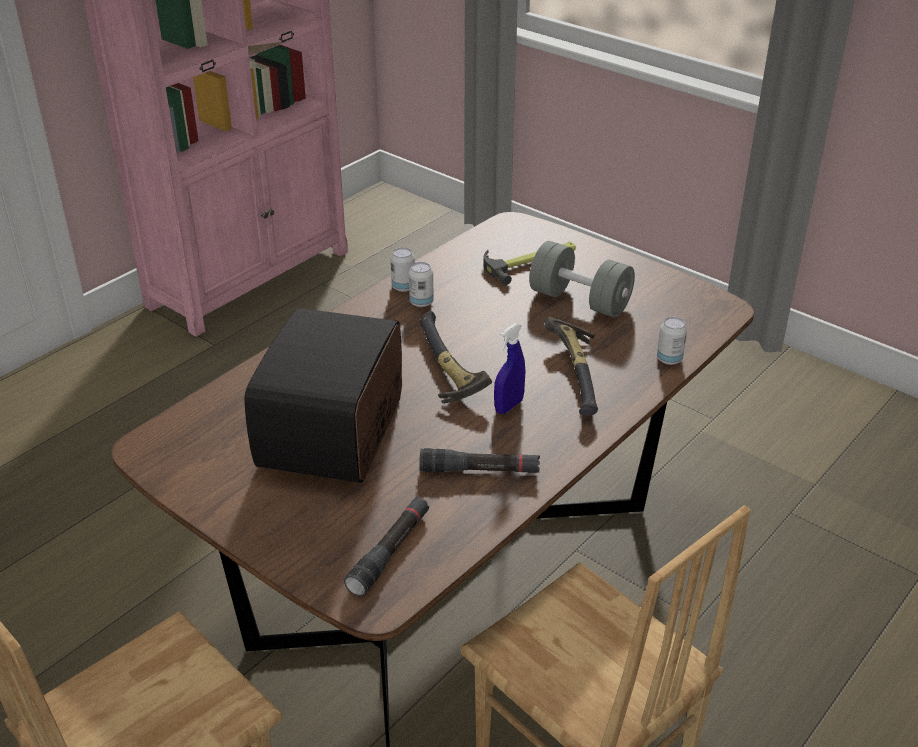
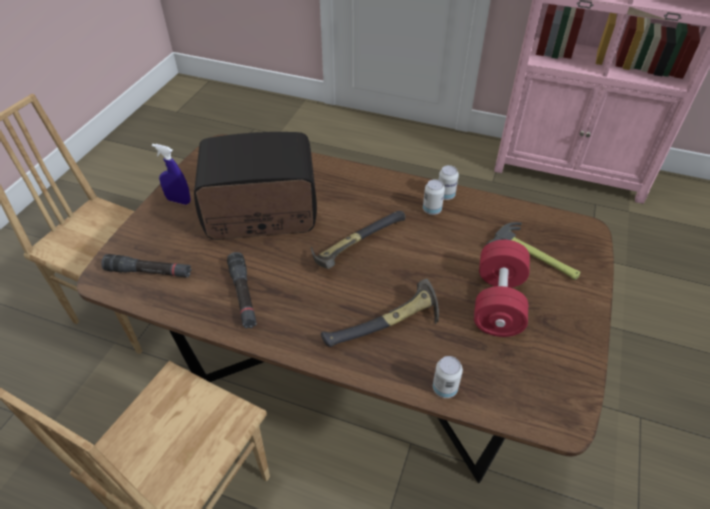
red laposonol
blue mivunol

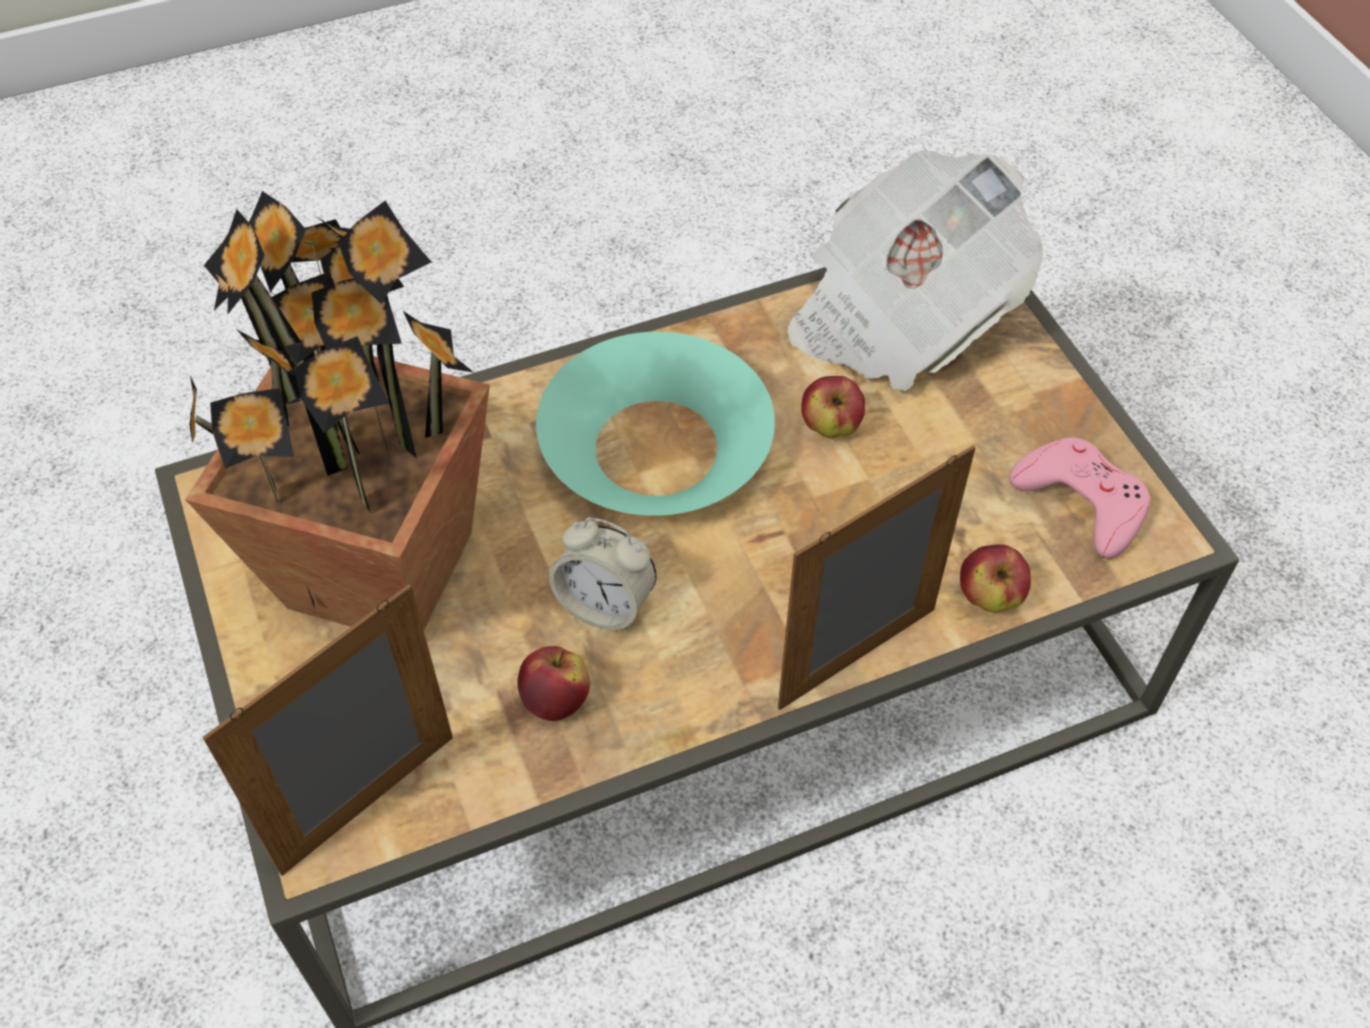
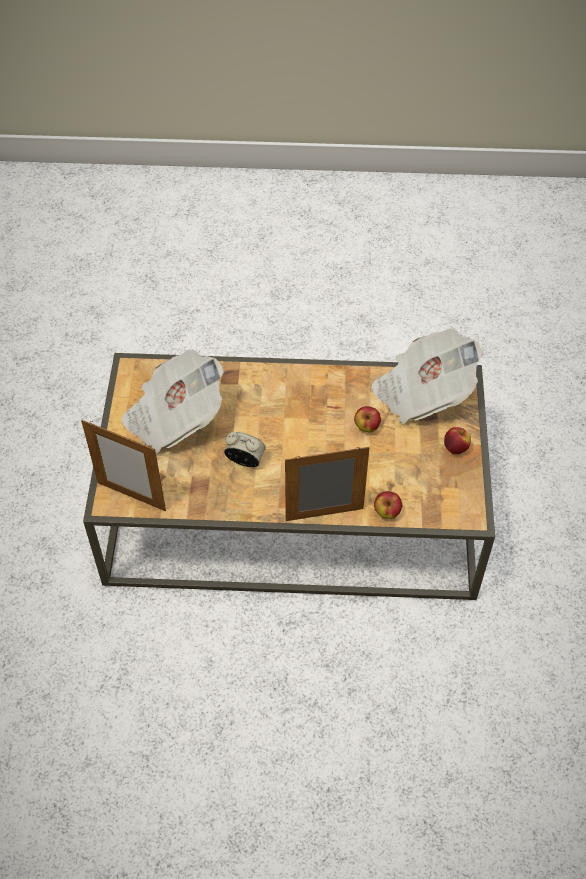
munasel (1st from left)
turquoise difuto
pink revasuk
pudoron
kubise (1st from left)
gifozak (3rd from left)

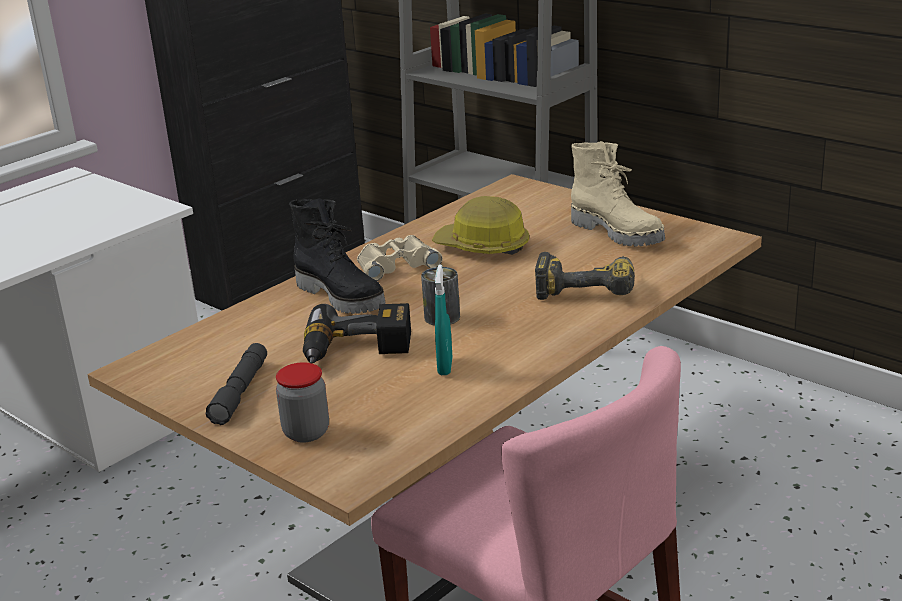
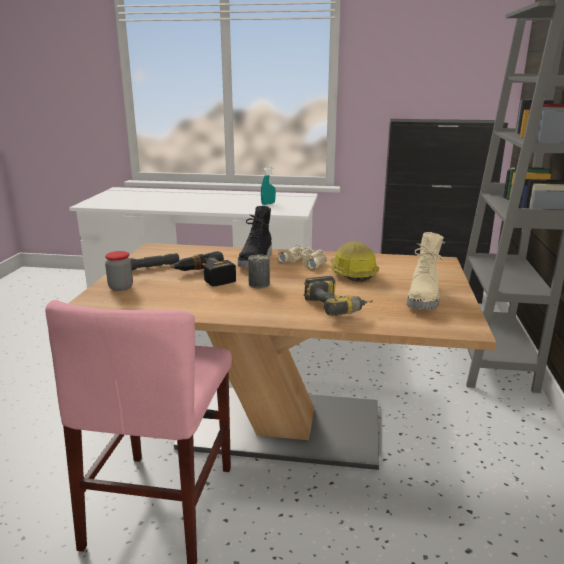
turquoise mivunol

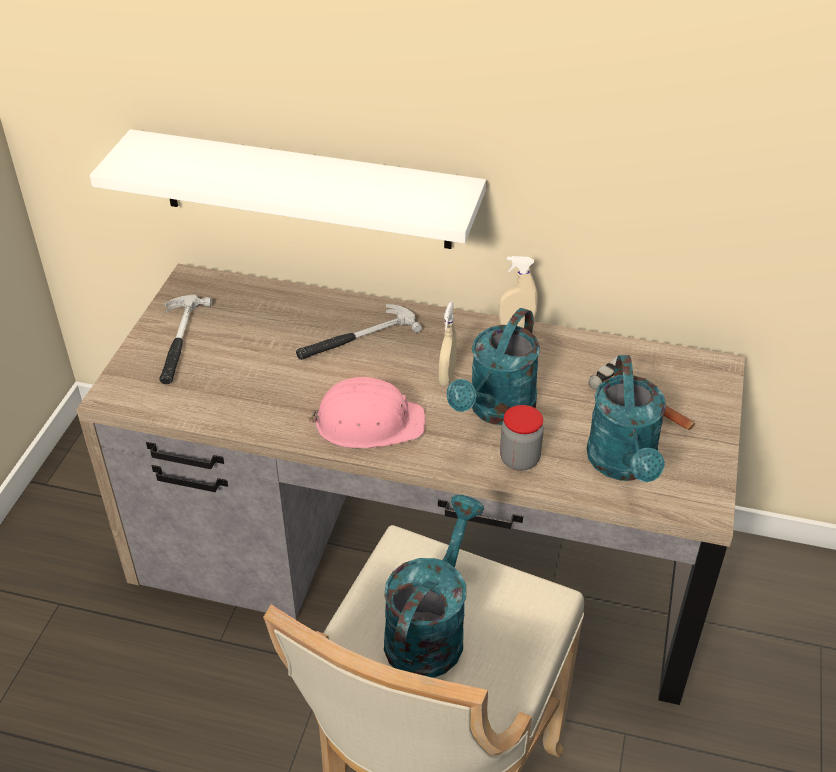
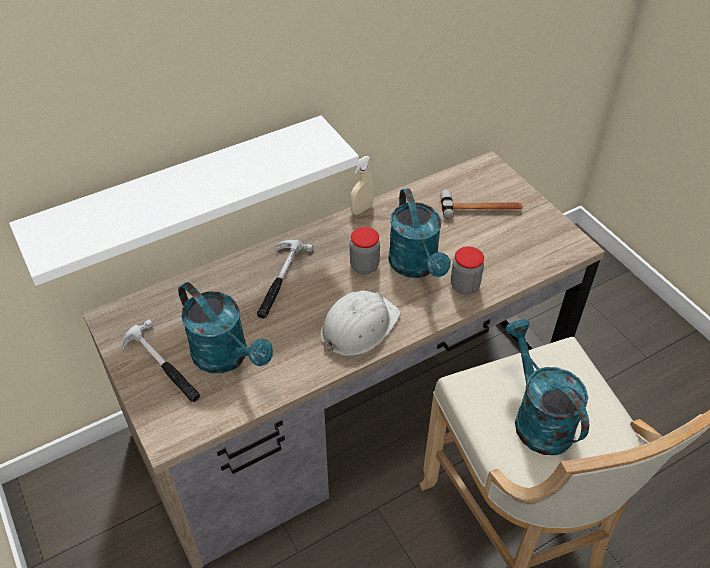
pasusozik (1st from left)
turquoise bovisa (1st from left)
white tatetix

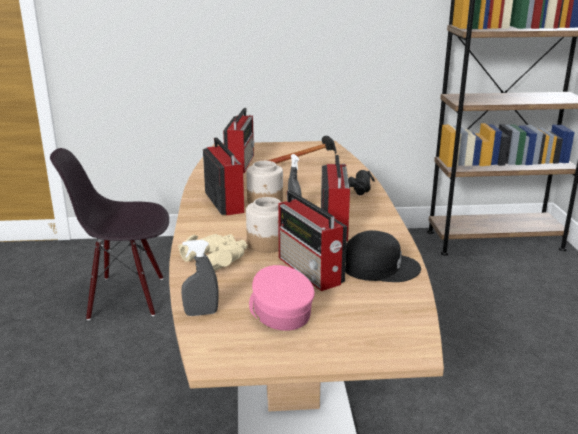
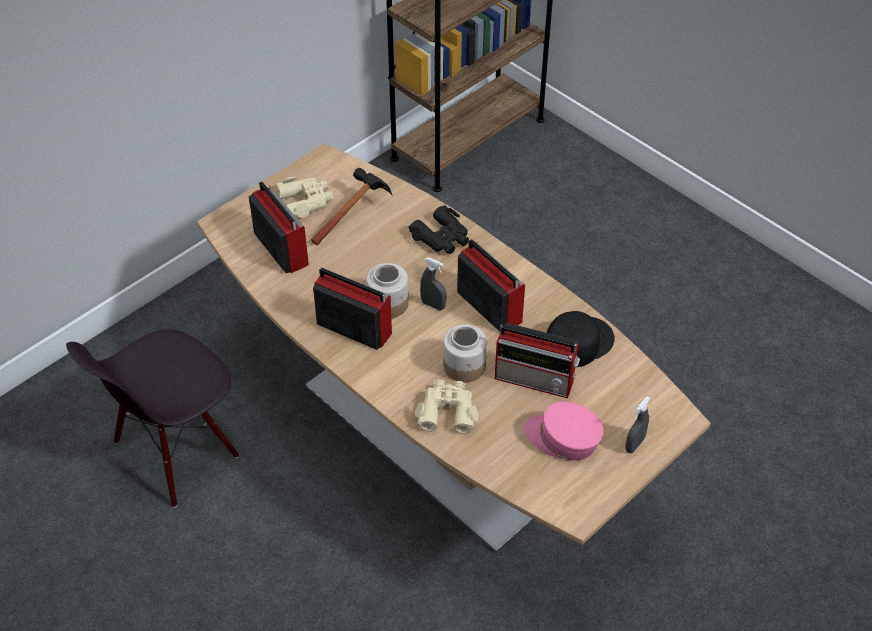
grey mivunol (2nd from left)
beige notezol (1st from left)

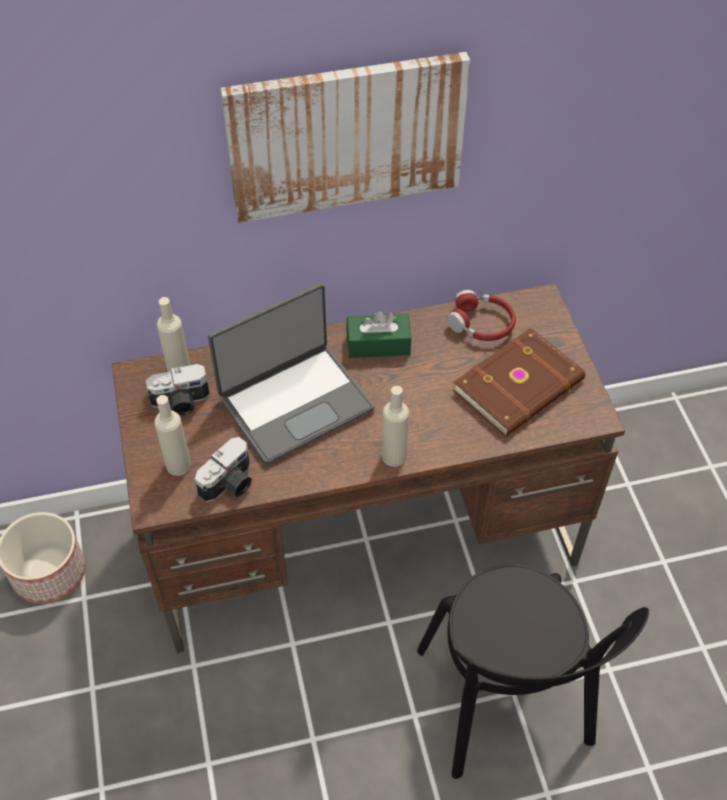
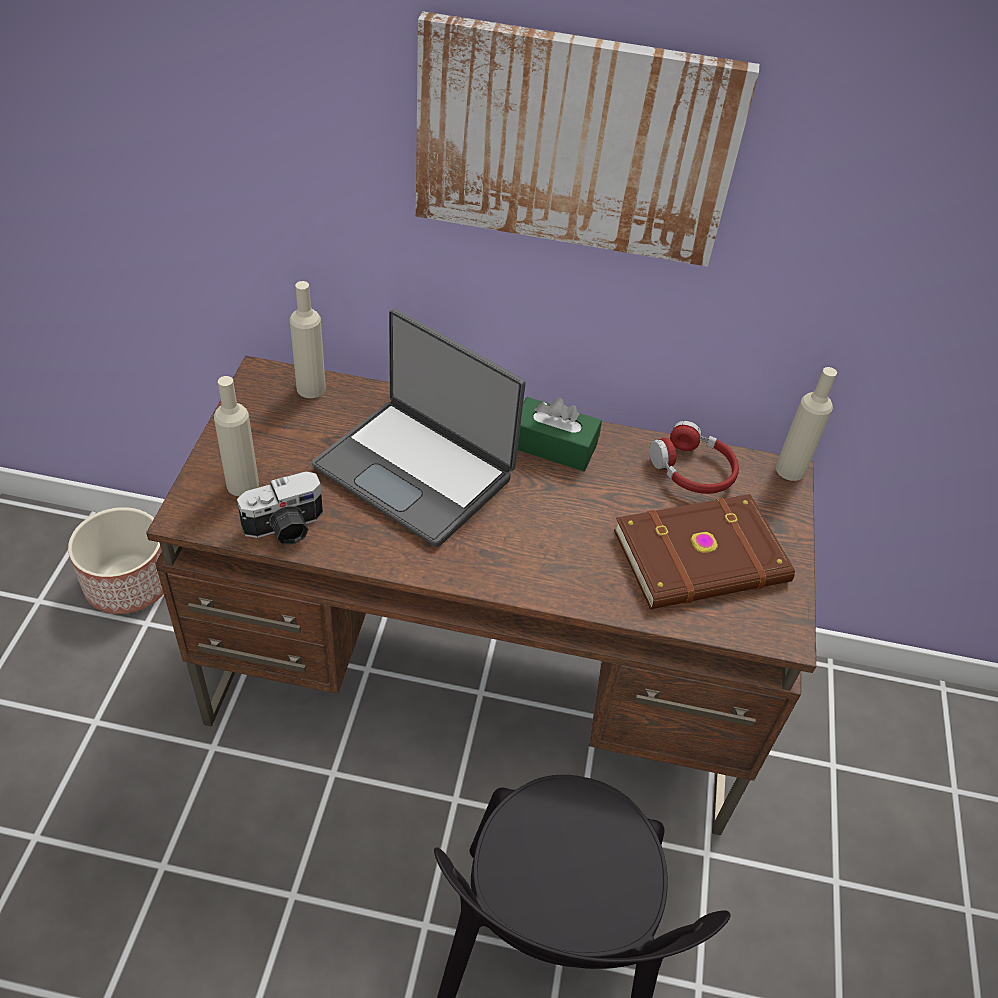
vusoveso
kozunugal (1st from left in the first image)
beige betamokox (3rd from left)

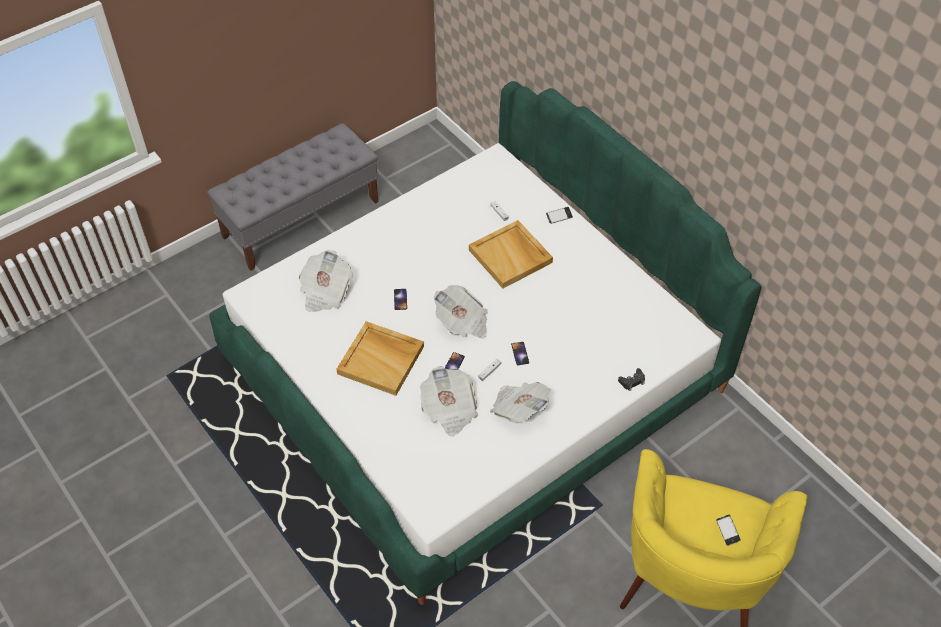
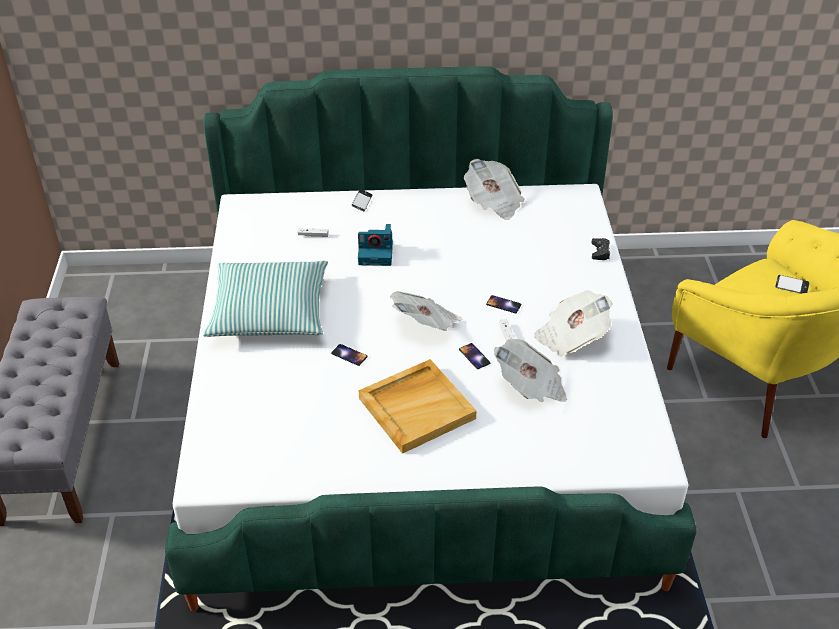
kozunugal
munasel (2nd from left)
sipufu

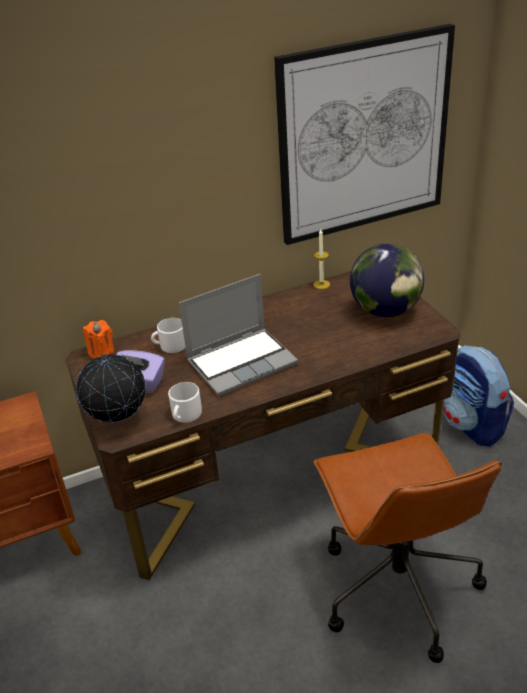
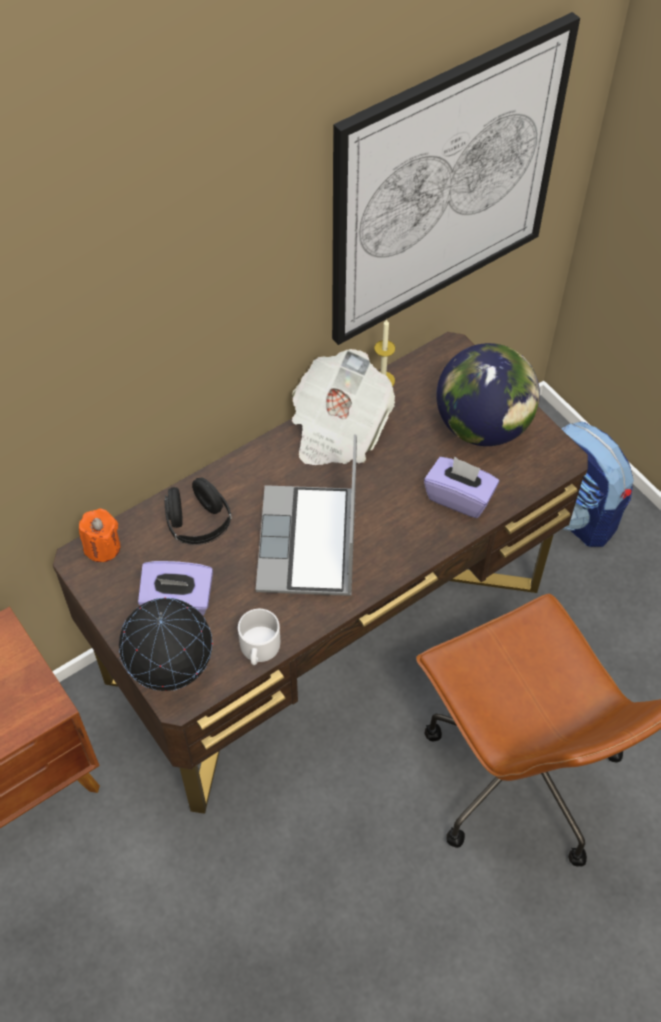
vusoveso
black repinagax
munasel
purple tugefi (2nd from left)

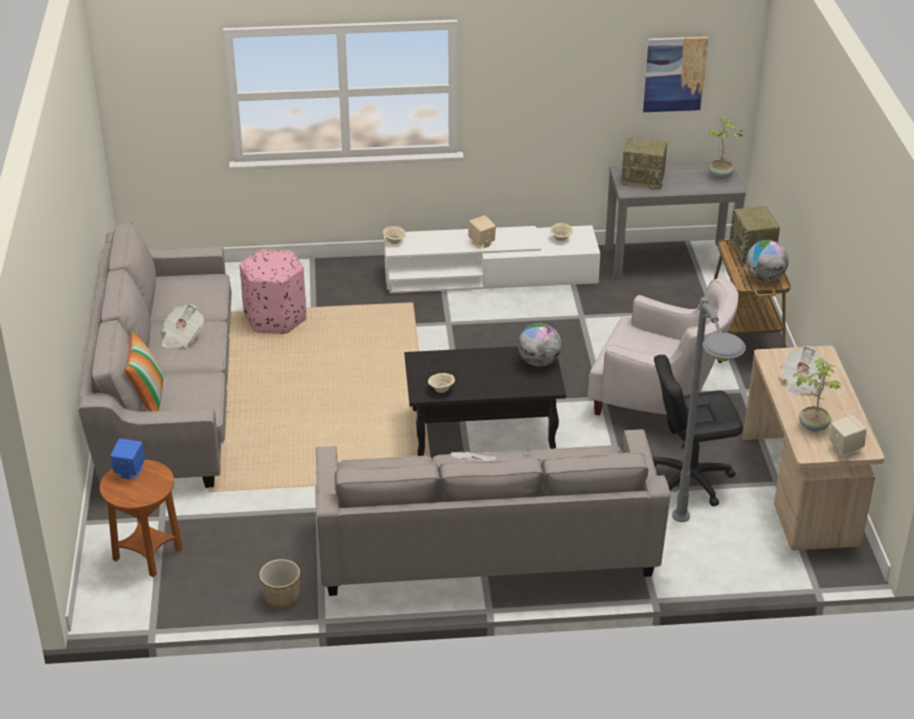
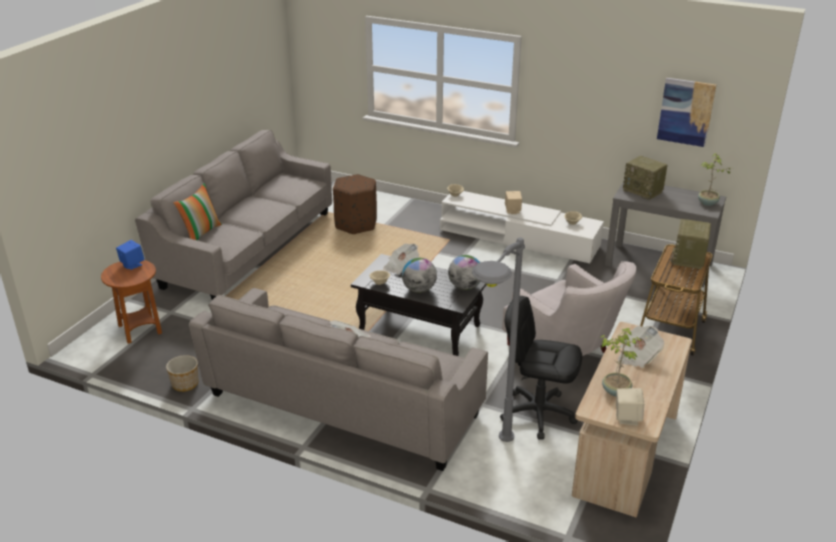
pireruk (1st from left)
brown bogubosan
munasel (2nd from left)

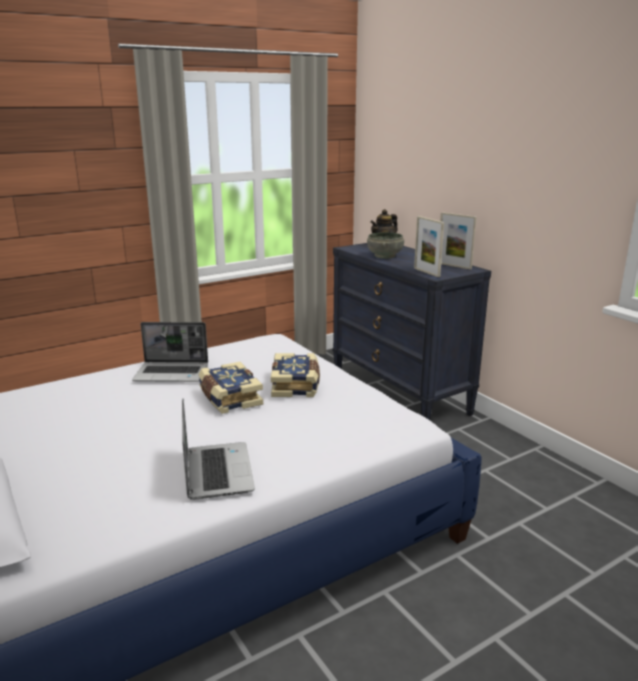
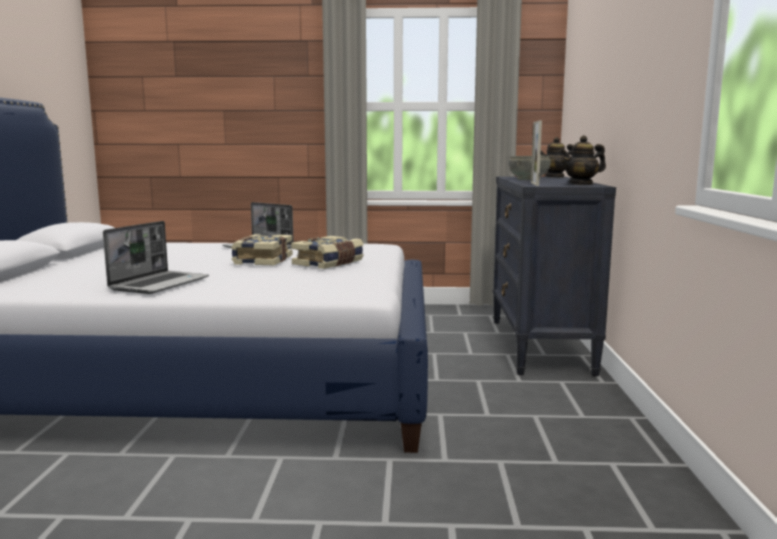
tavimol (2nd from left)

